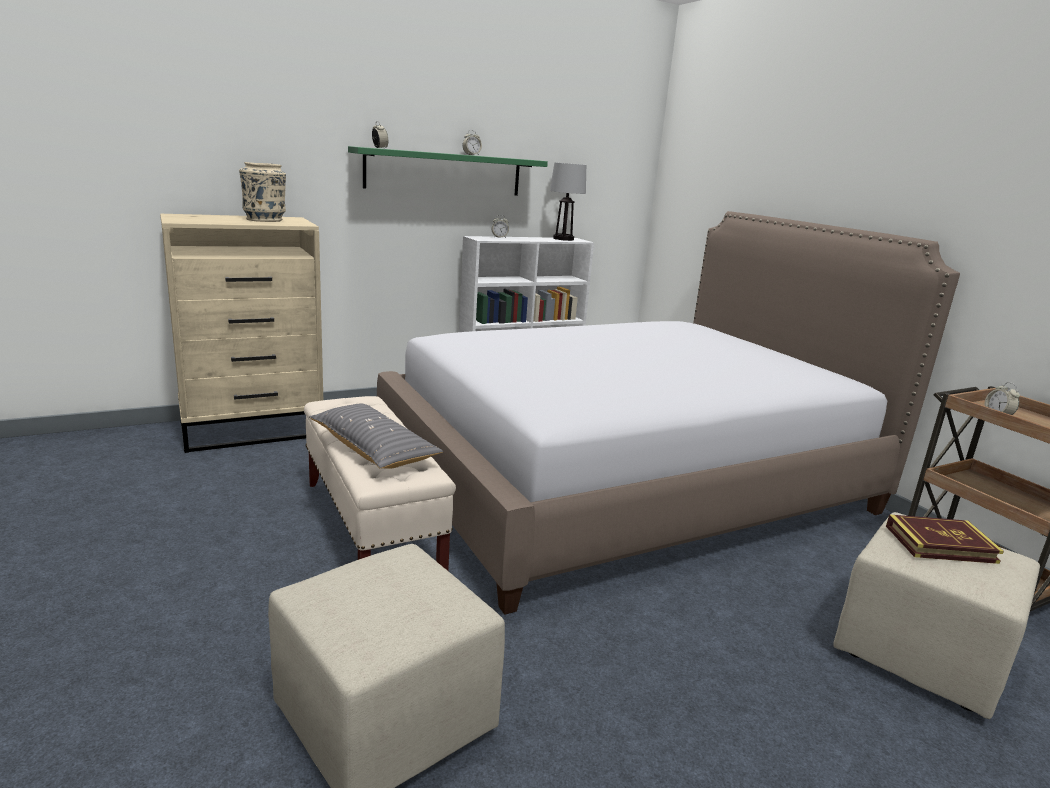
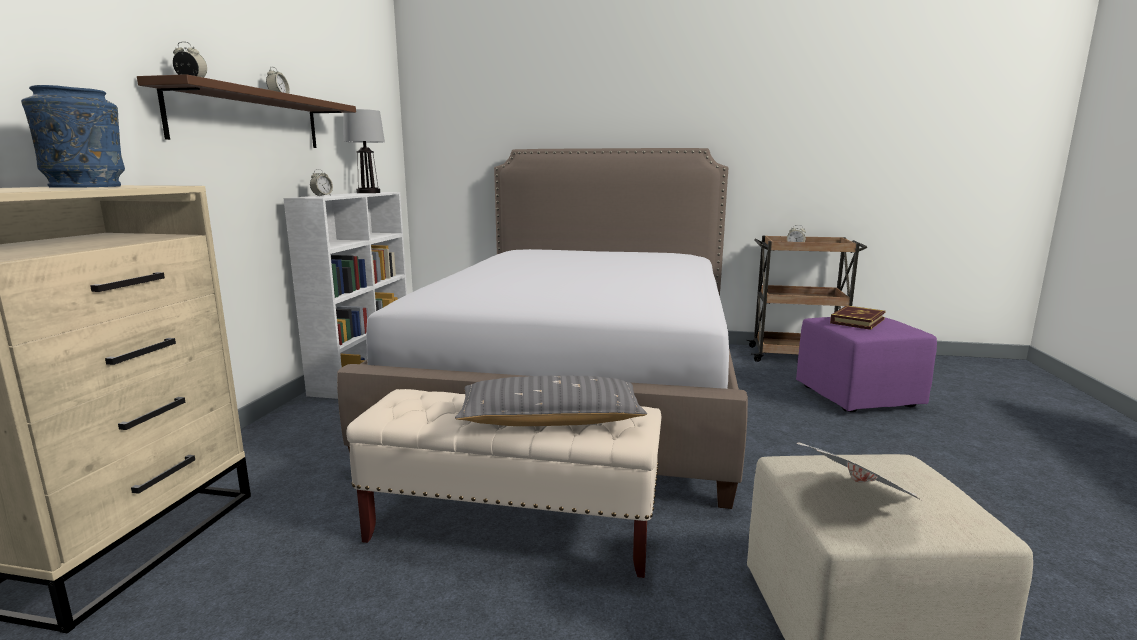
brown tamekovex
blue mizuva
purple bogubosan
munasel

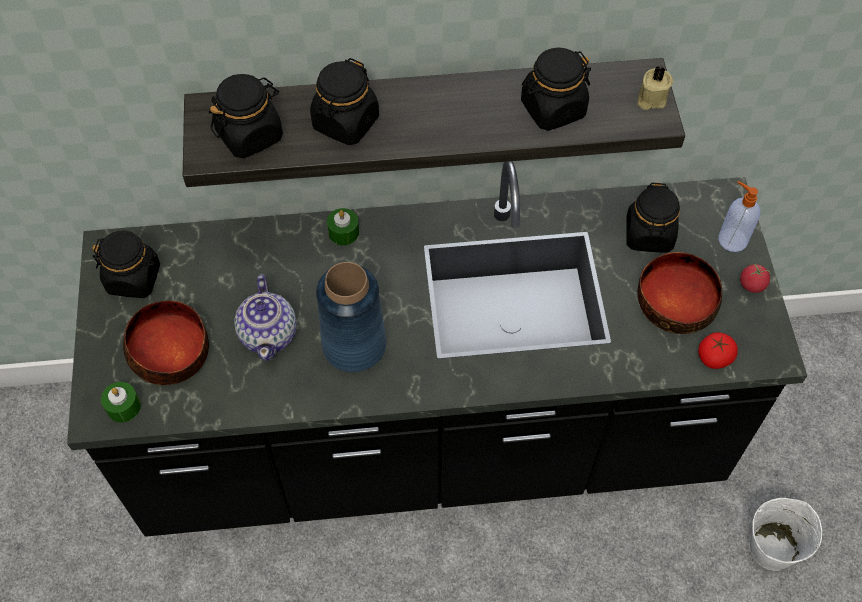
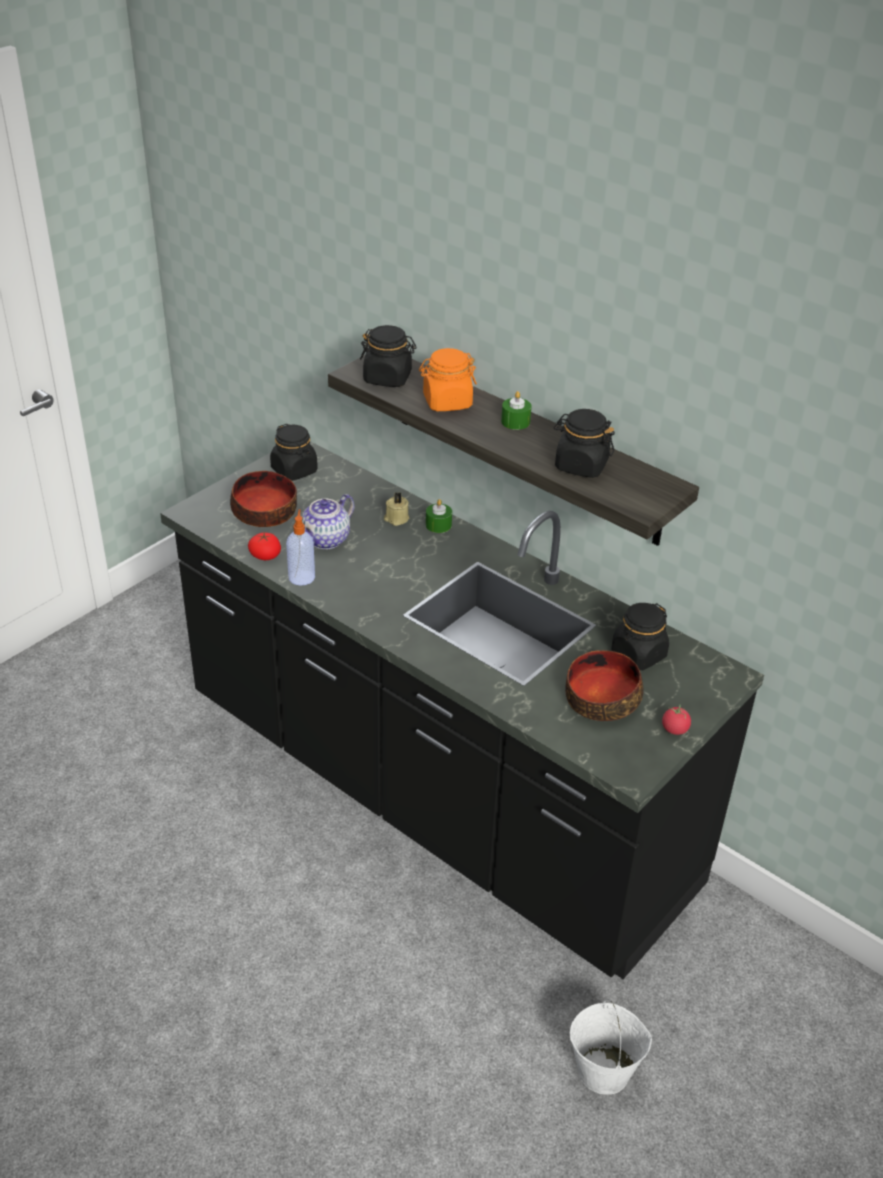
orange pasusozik
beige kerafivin
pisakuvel
blue mizuva
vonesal (1st from left)
green kerafivin (2nd from left)

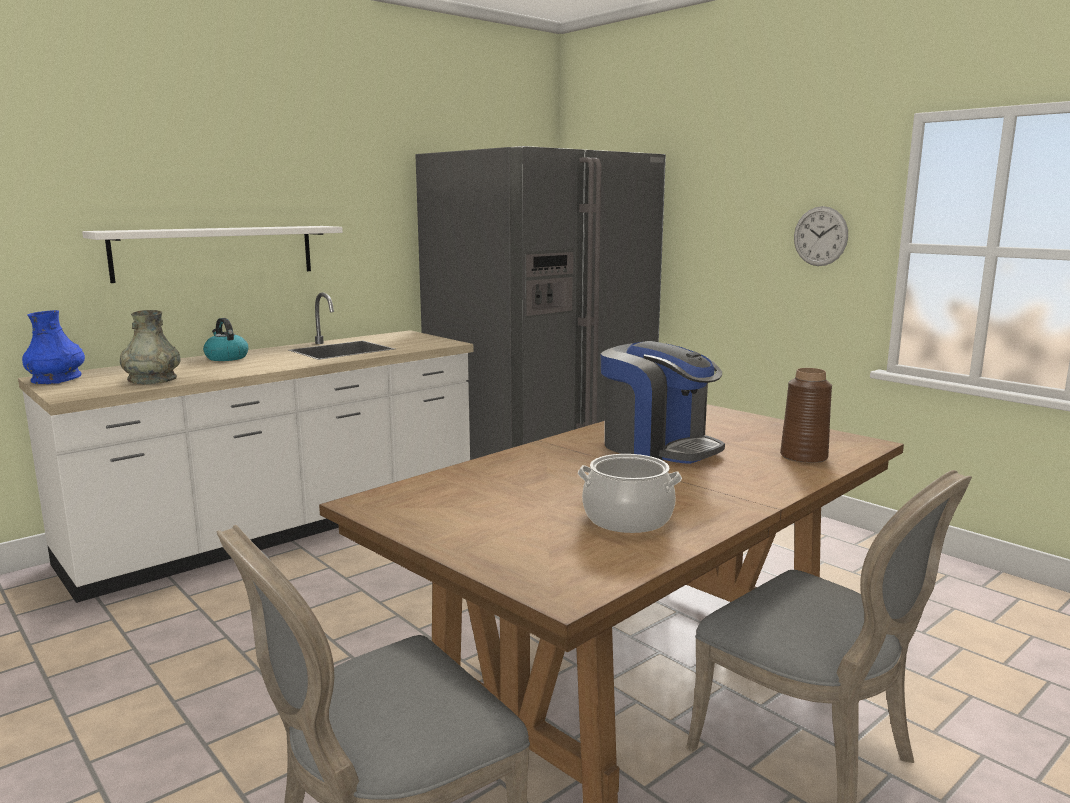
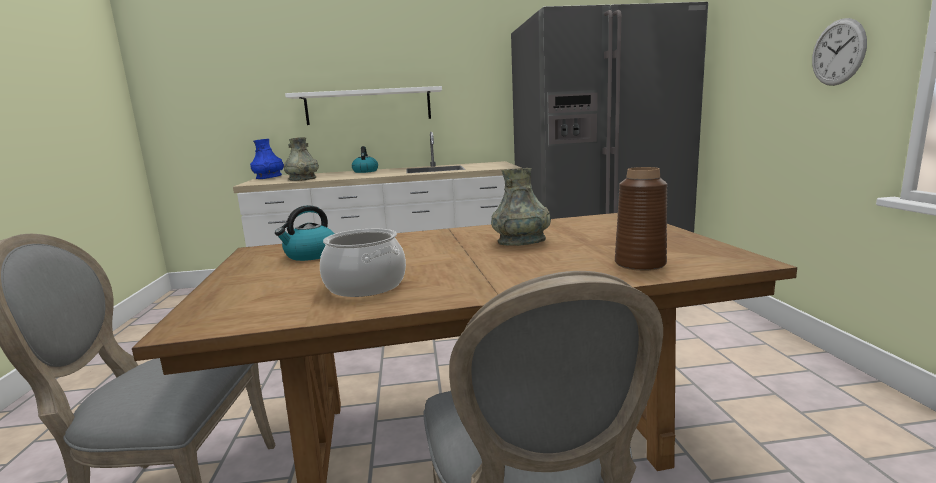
grey mizuva (2nd from left)
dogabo (1st from left)

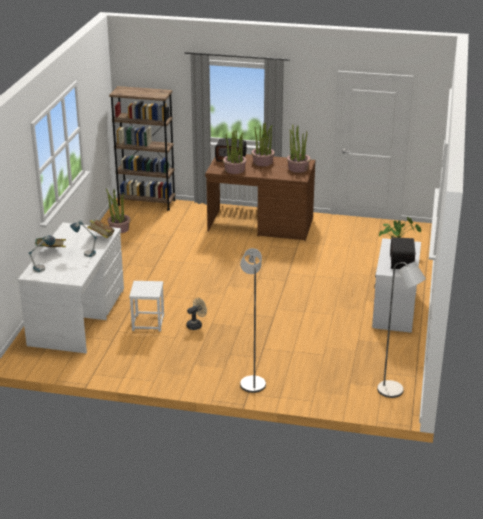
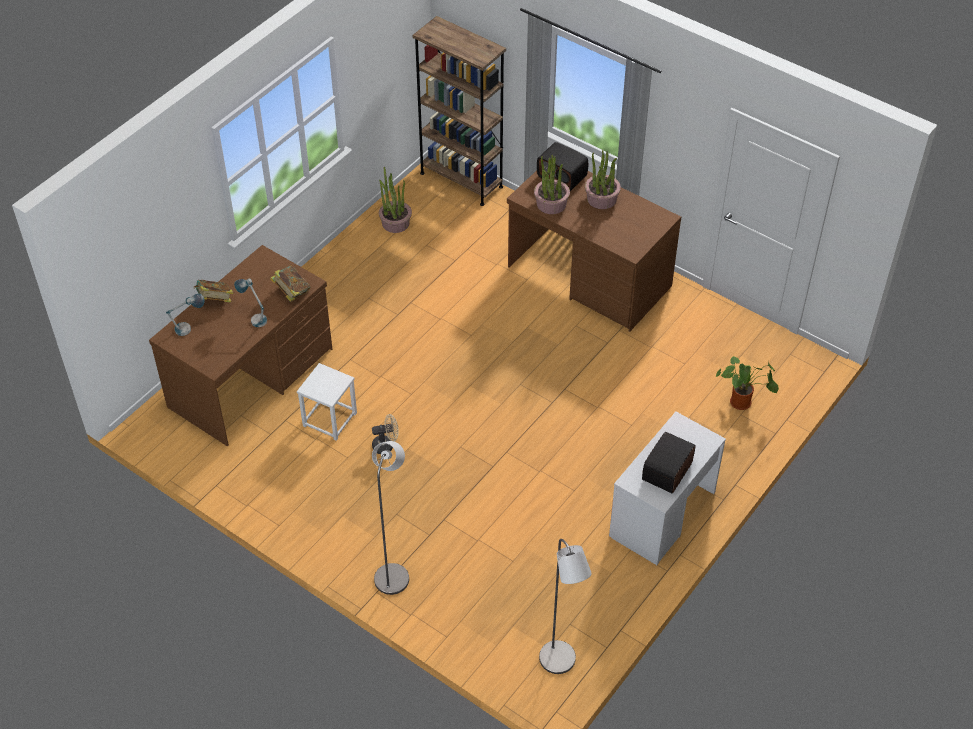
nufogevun (4th from left in the first image)
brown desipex (1st from left)

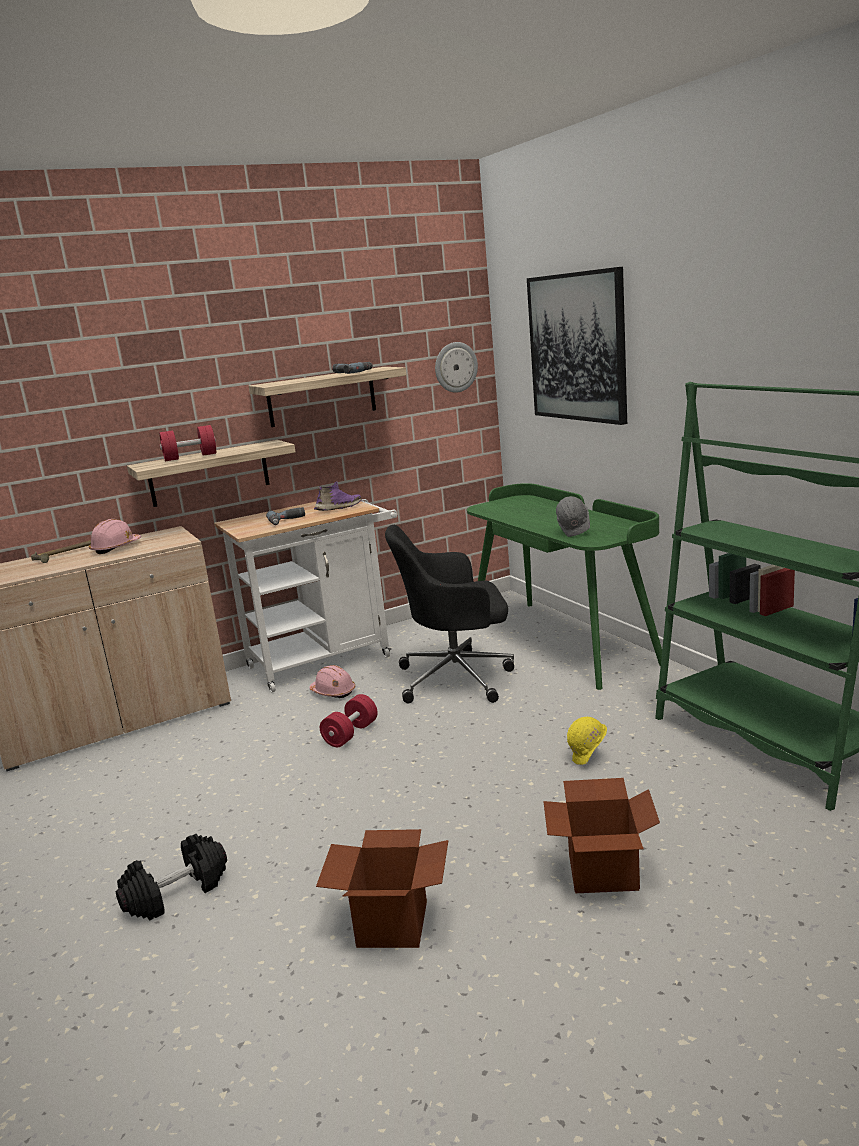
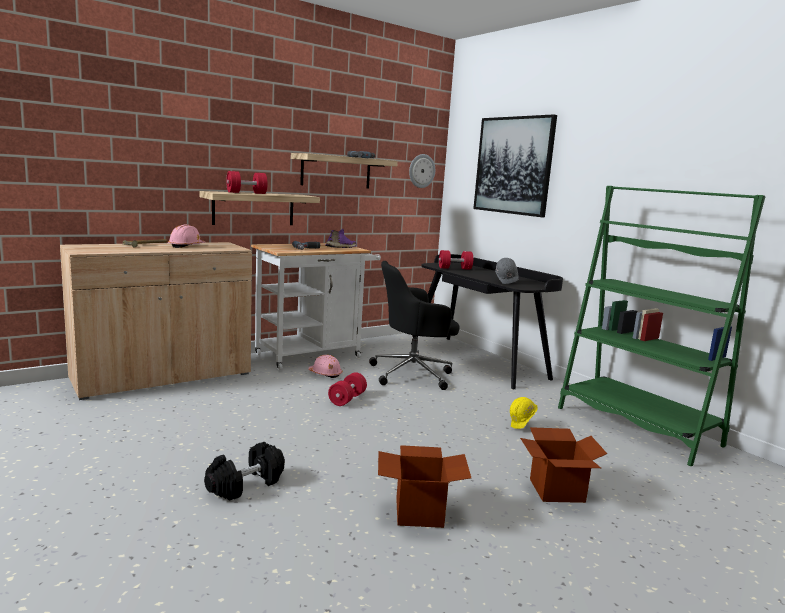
black desipex
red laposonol (3rd from left)

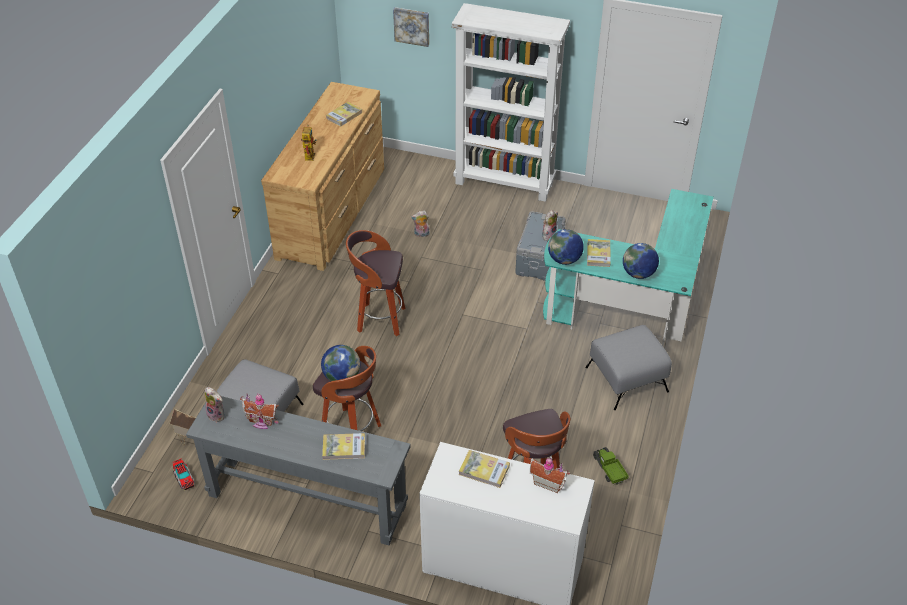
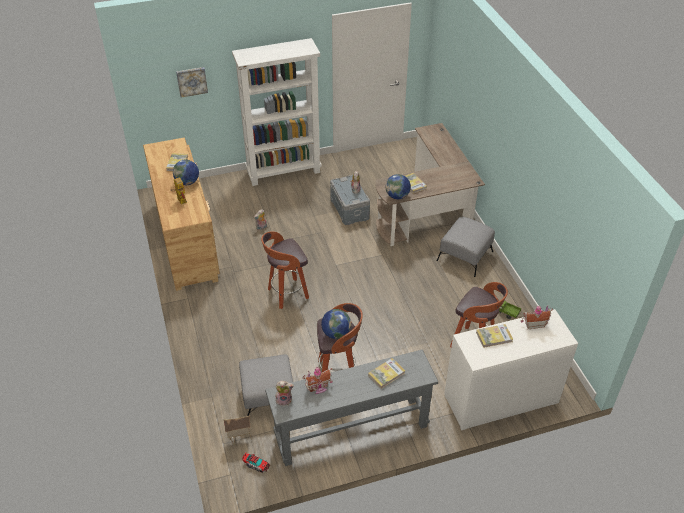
brown desipex
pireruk (1st from left)

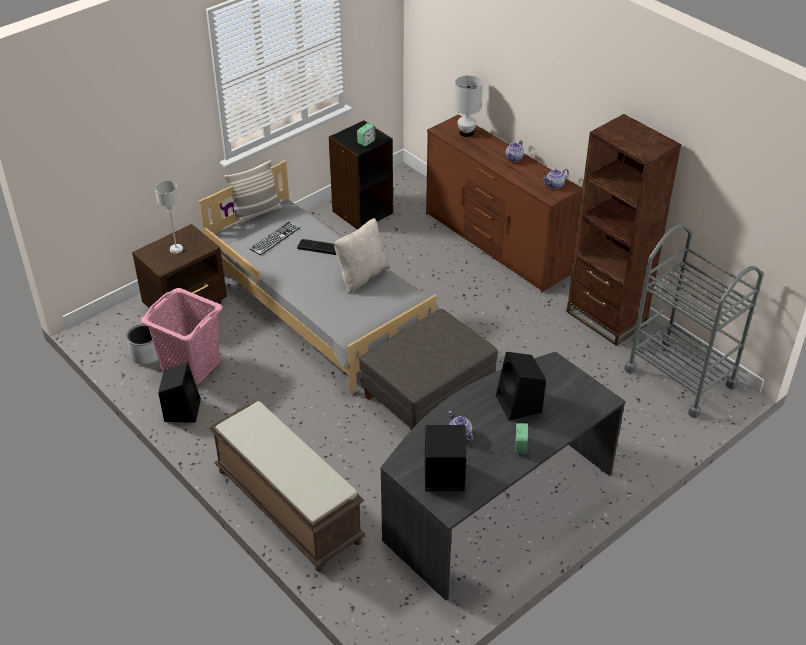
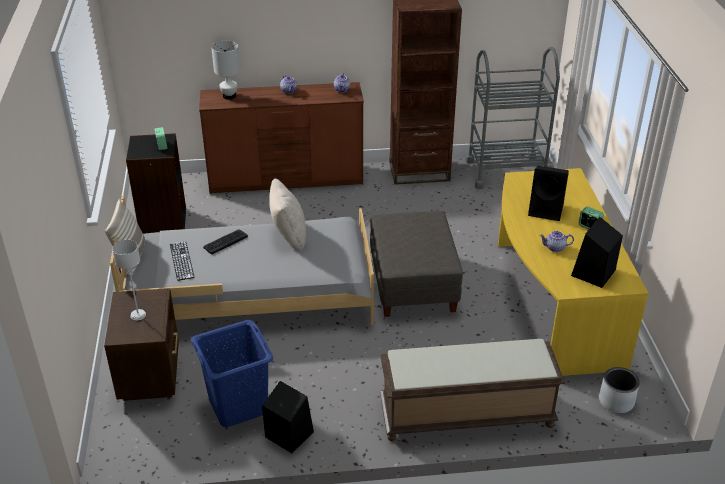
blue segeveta
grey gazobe
yellow desipex

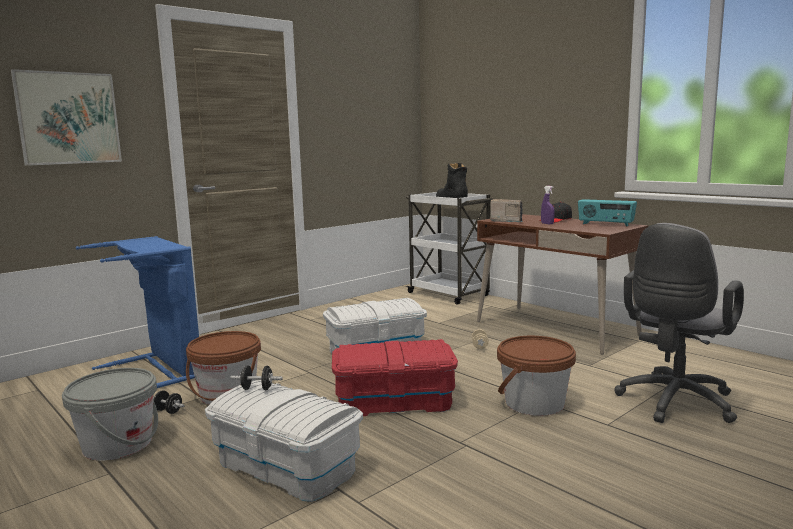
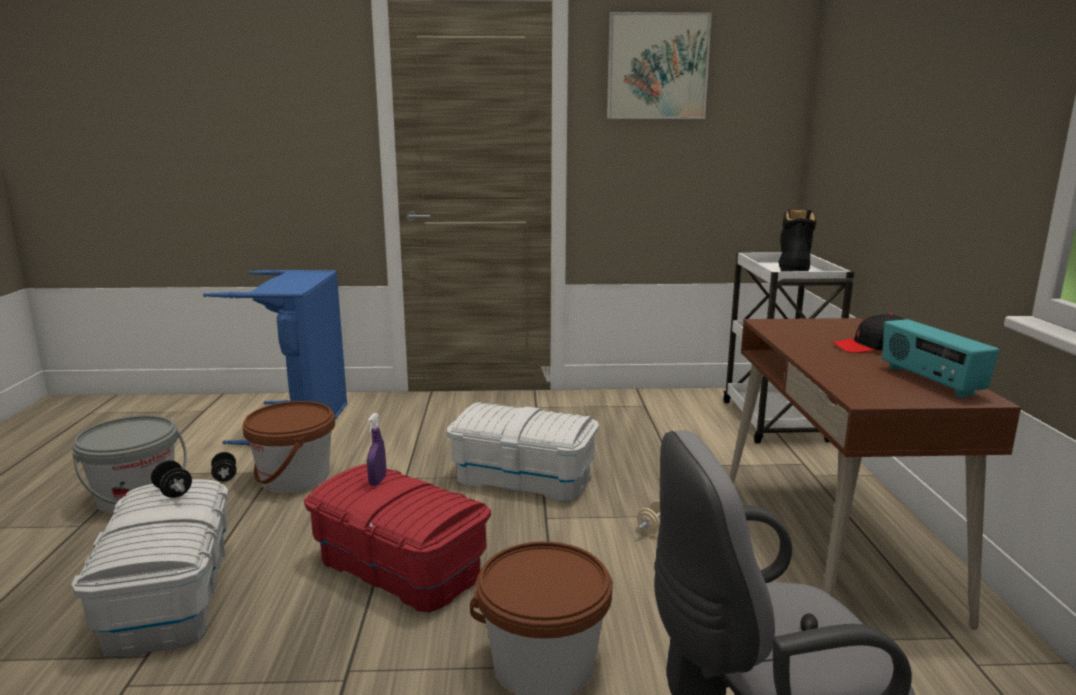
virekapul
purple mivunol
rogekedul (1st from left in the first image)

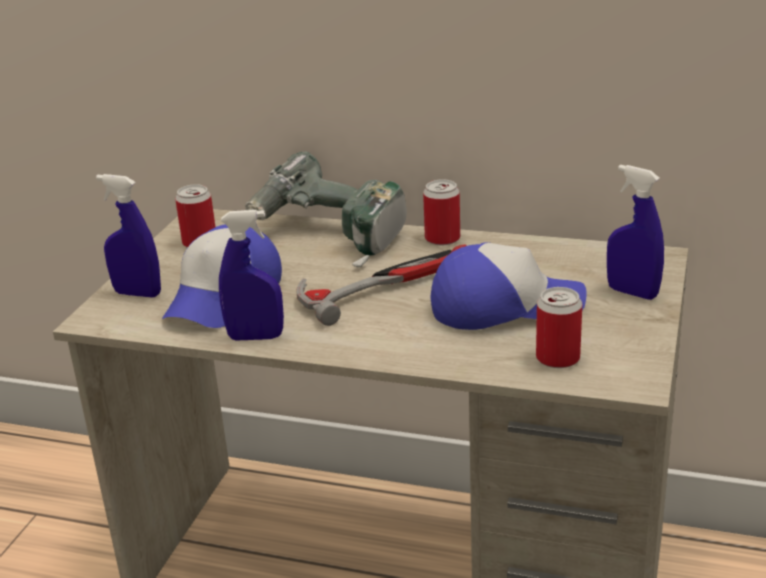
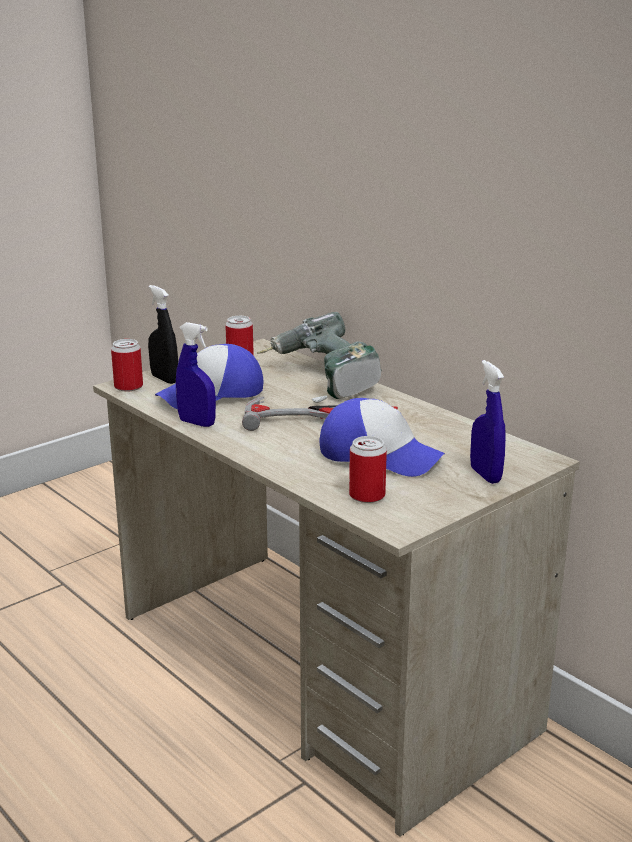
black mivunol
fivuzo (1st from left)

